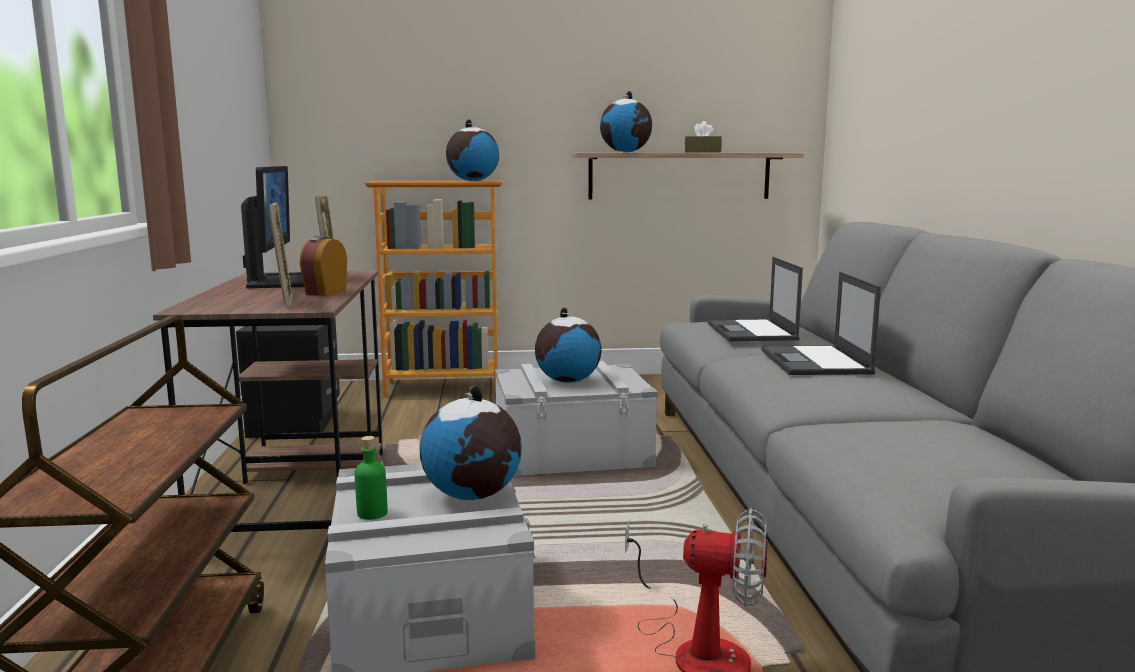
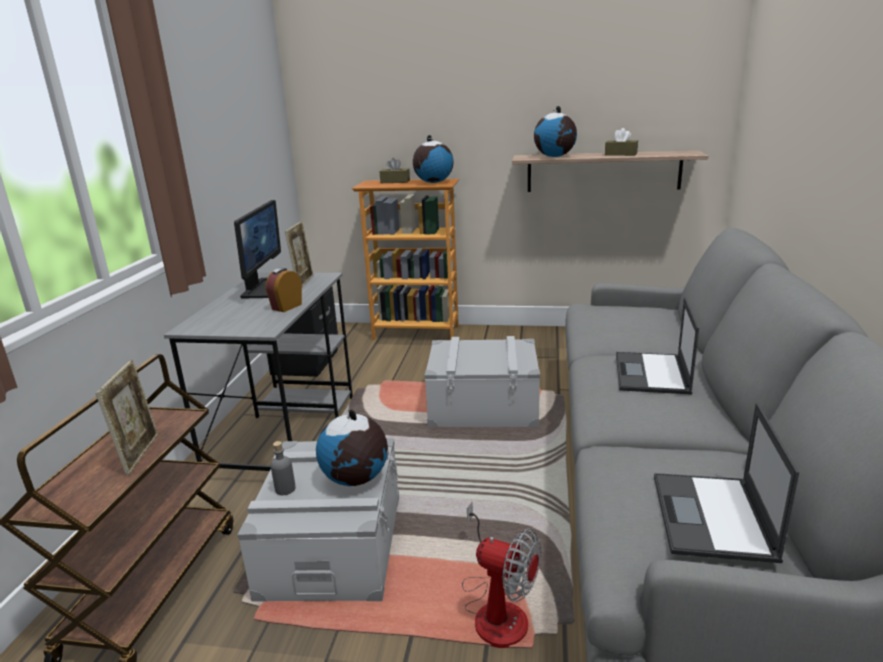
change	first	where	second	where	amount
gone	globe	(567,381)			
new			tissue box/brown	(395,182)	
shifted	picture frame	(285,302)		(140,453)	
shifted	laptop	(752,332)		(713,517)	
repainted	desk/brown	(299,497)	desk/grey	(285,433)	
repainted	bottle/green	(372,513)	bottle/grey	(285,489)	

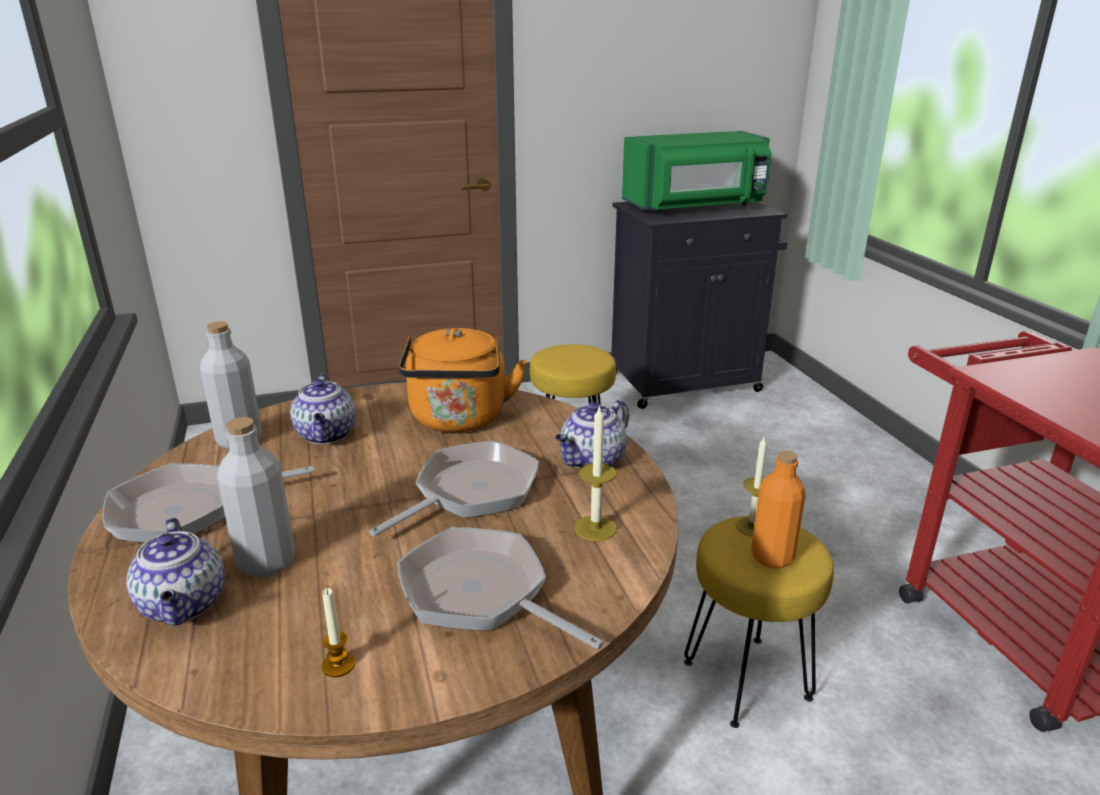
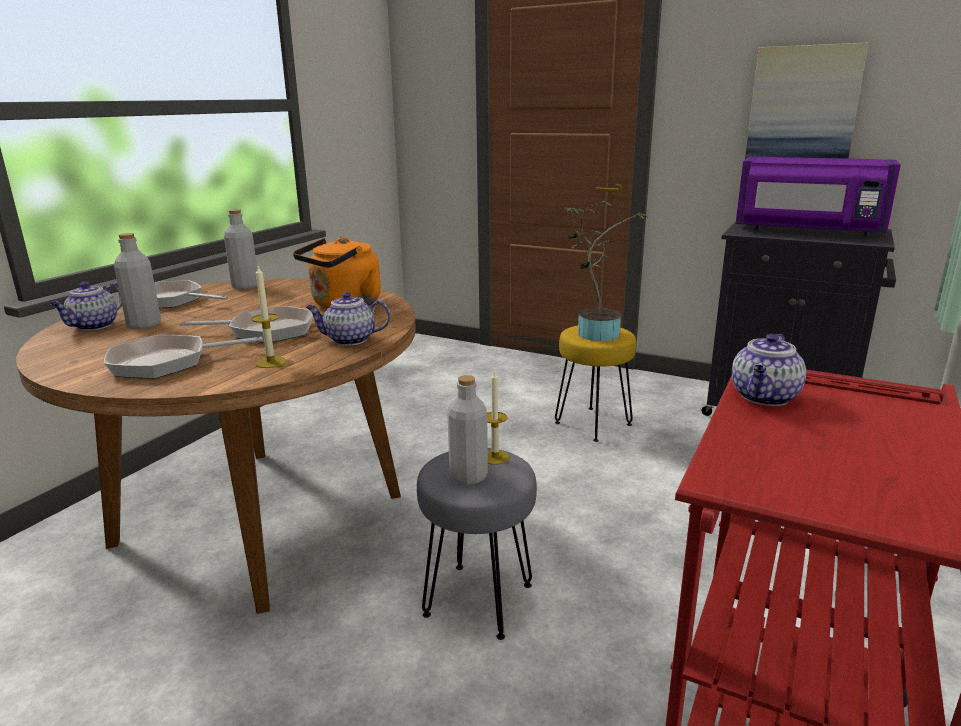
change	first	where	second	where	amount
gone	candle	(338,665)			
new			potted plant	(595,332)	
new			picture	(803,107)	
shifted	teapot	(327,435)		(765,397)	
repainted	microwave/green	(696,207)	microwave/purple	(807,231)	
repainted	stool/yellow	(748,680)	stool/grey	(479,600)	
repainted	bottle/orange	(772,557)	bottle/grey	(468,476)	
rotated	frying pan	(481,594)		(167,362)	105 degrees counterclockwise

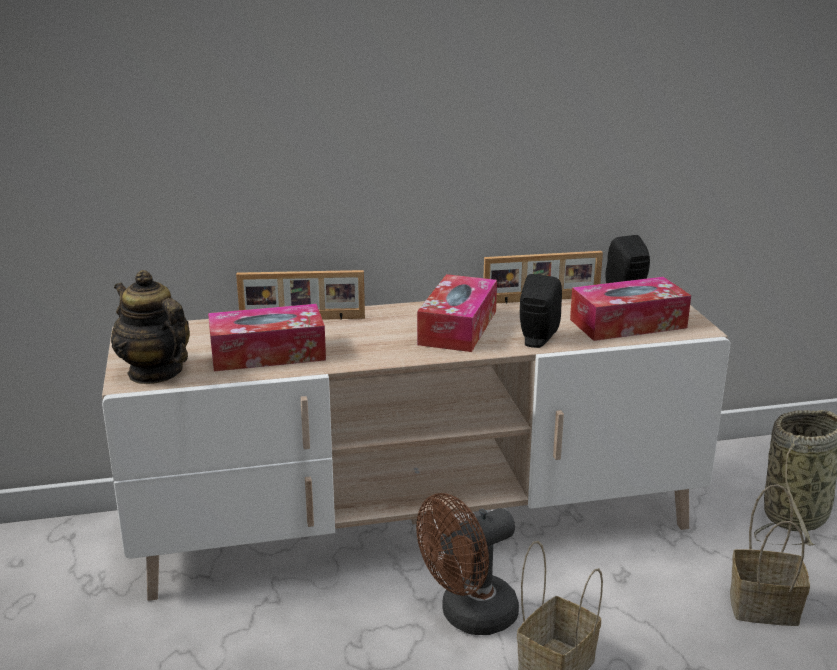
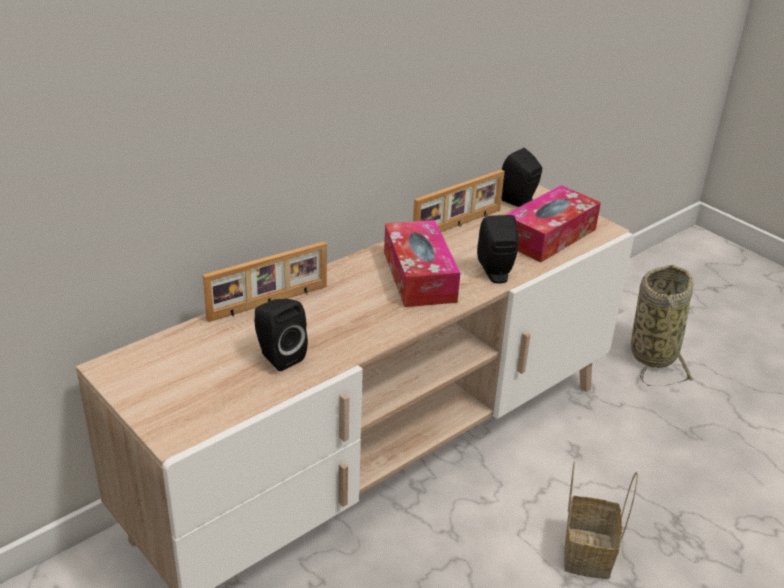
change	first	where	second	where	amount
gone	teapot	(155,372)			
gone	fan/brown	(469,617)			
gone	basket	(766,606)			
swapped	tissue box	(267,353)	speaker/black	(278,356)	

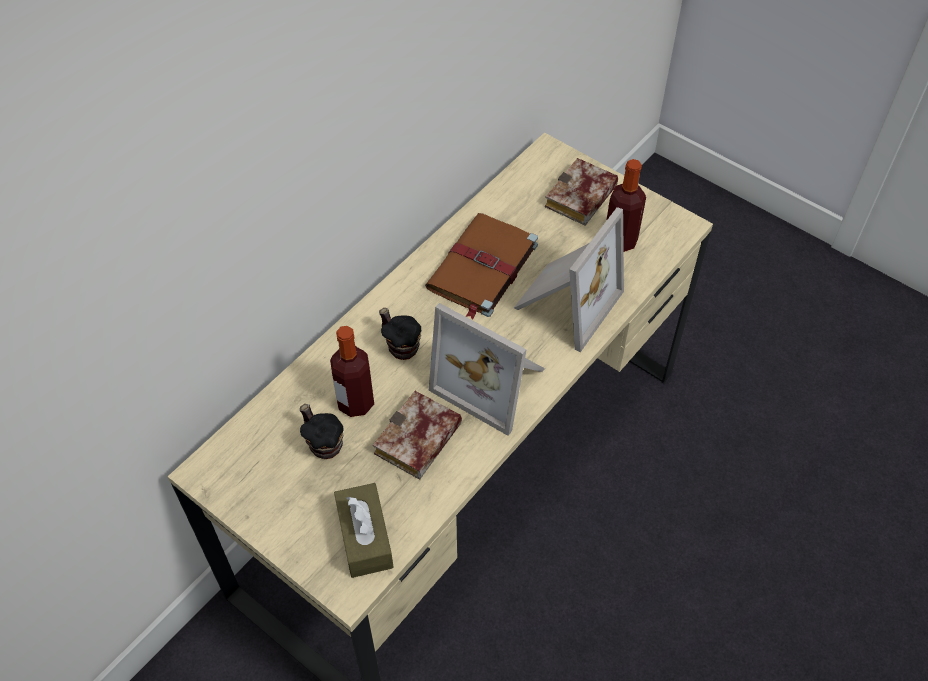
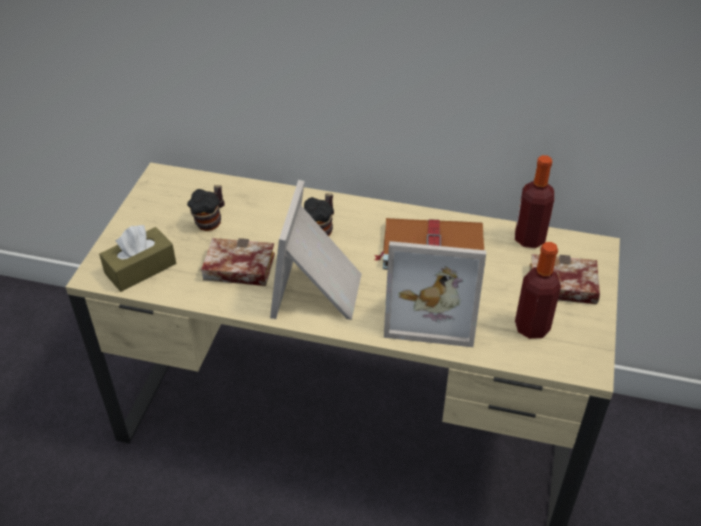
change	first	where	second	where	amount
shifted	bottle	(355,402)		(529,239)	

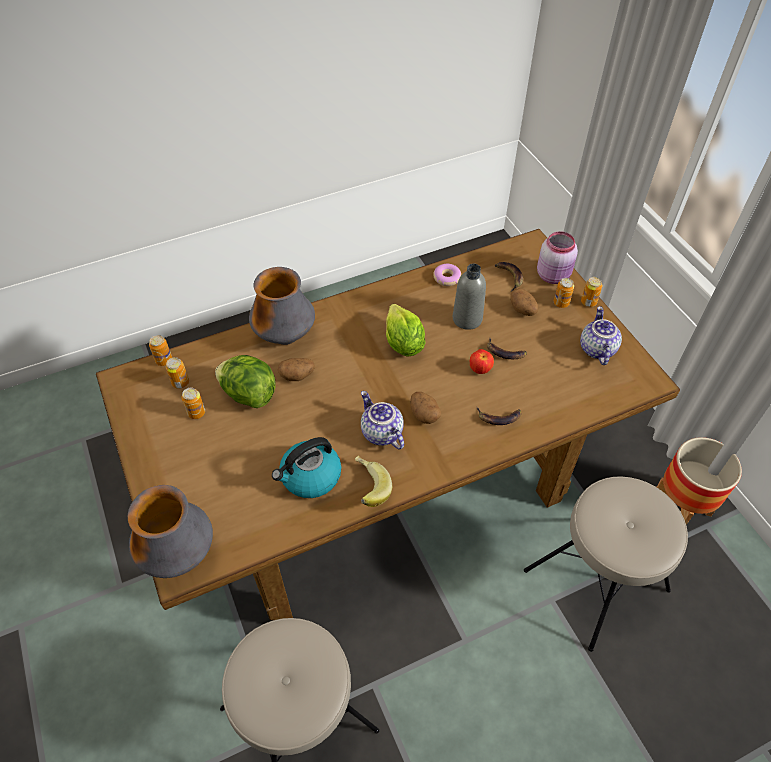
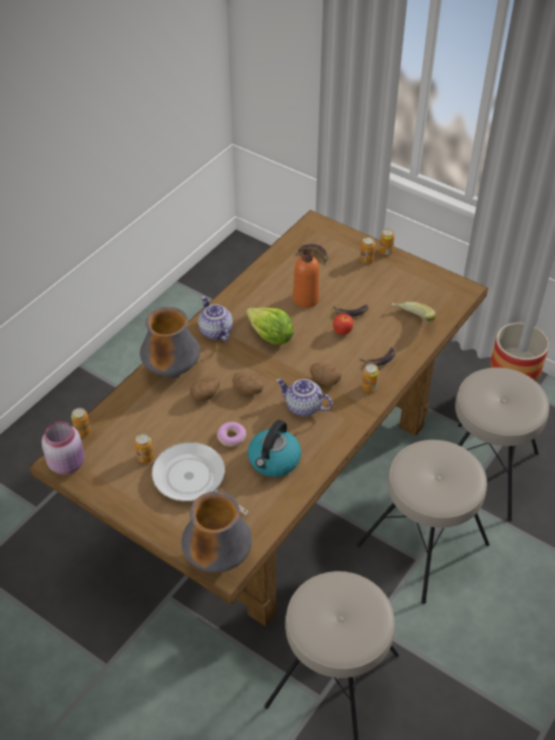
change	first	where	second	where	amount
gone	lettuce	(248,394)			
new			frying pan	(192,480)	
new			stool/beige	(424,545)	
shifted	can	(180,382)		(369,387)	
shifted	banana	(367,489)		(411,321)	
shifted	donut	(447,278)		(231,437)	
shifted	potato	(523,310)		(248,390)	
shifted	jar/pink	(554,275)		(68,463)	
shifted	teapot	(596,349)		(215,331)	
repainted	bottle/grey	(467,319)	bottle/orange	(305,299)	

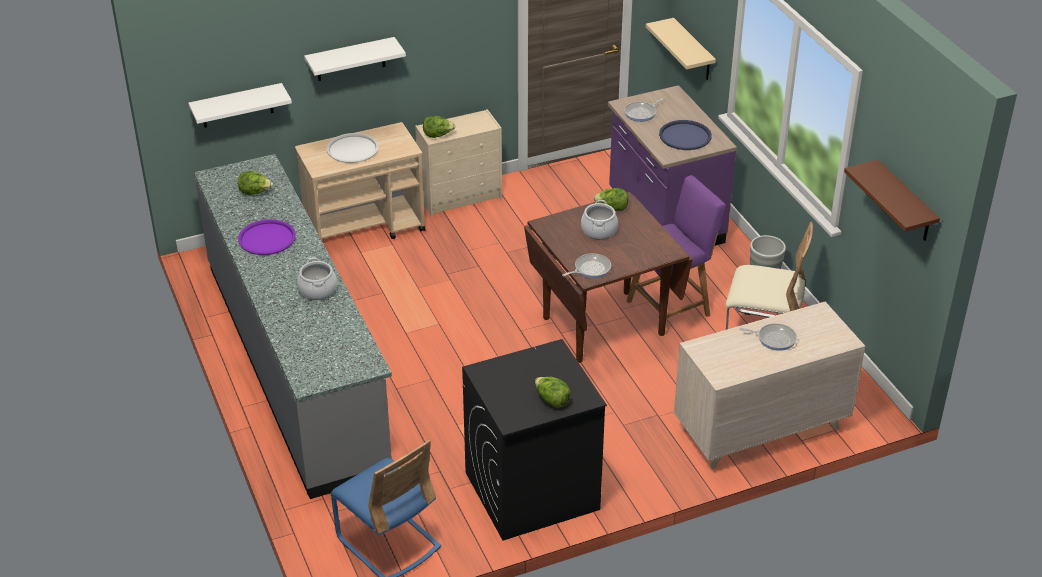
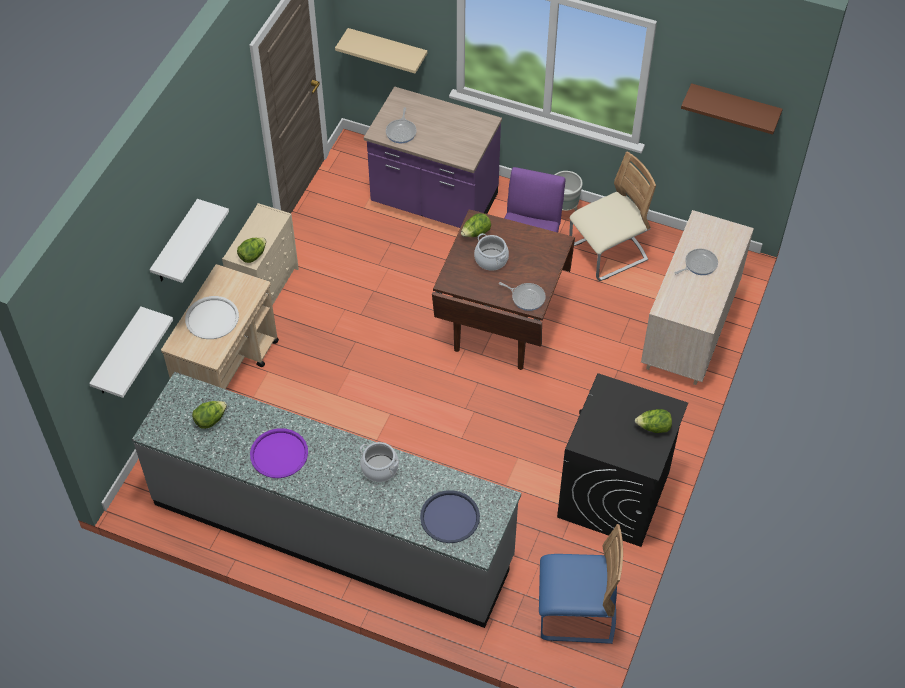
change	first	where	second	where	amount
shifted	tray/blue	(685,136)		(449,517)	
rotated	frying pan	(590,269)		(526,297)	105 degrees clockwise

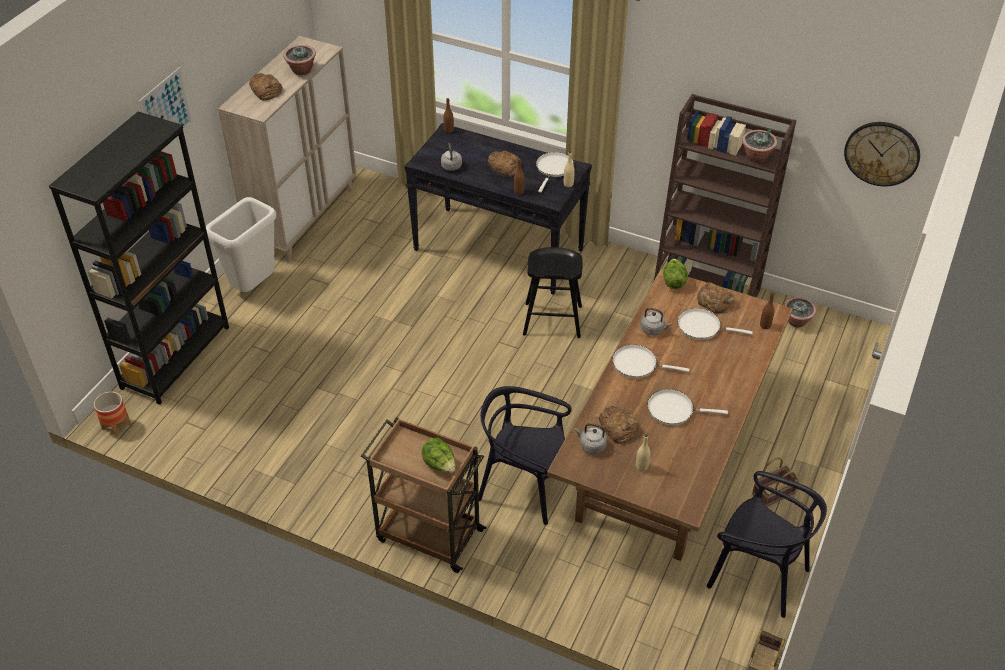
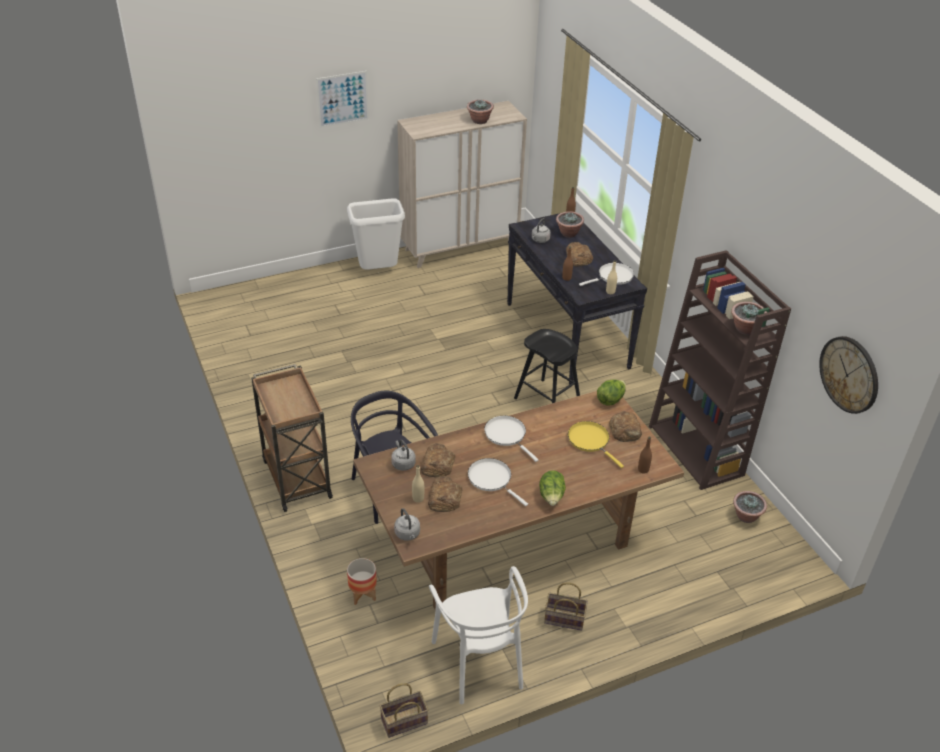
change	first	where	second	where	amount
gone	bookcase/black	(176,357)			
new			potted plant	(568,233)	
shifted	planter	(116,426)		(363,594)	
shifted	bread	(266,90)		(444,498)	
shifted	lettuce	(440,465)		(551,497)	
shifted	kettle/grey	(653,329)		(408,534)	
repainted	frying pan/white	(702,327)	frying pan/yellow	(590,441)	
repainted	chair/black	(758,574)	chair/white	(479,662)	

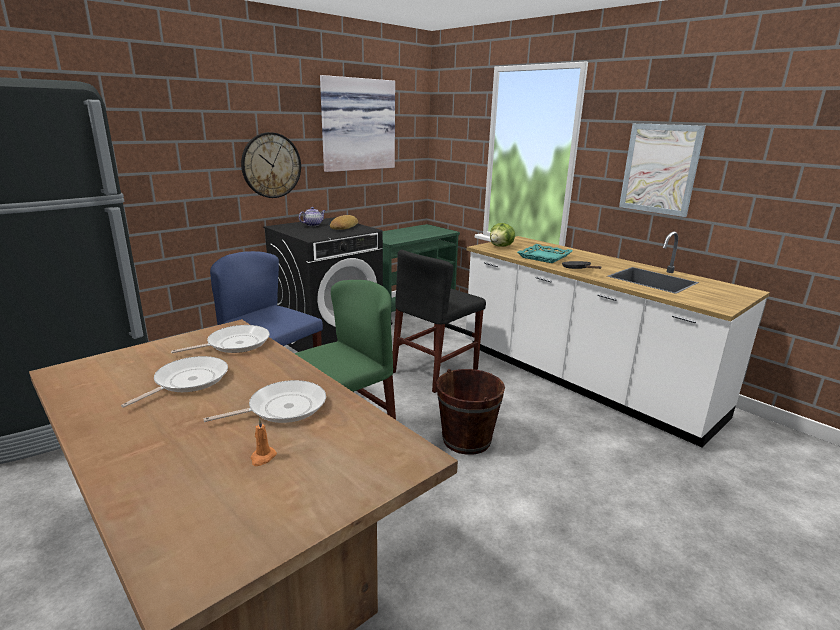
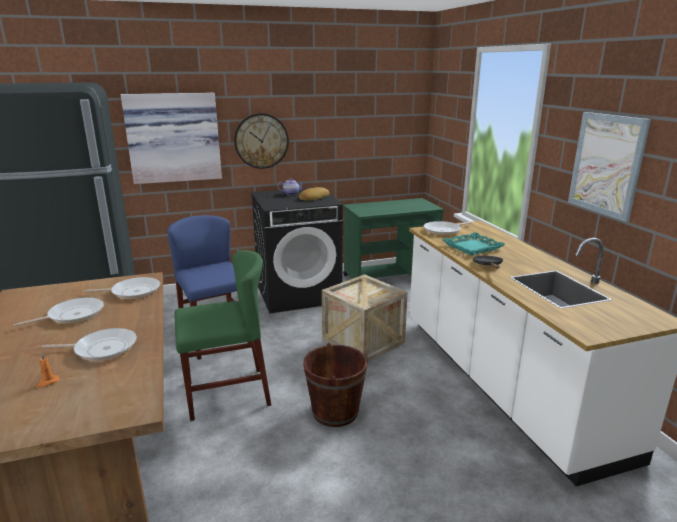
change	first	where	second	where	amount
shifted	picture	(357,125)		(173,137)	
swapped	chair/black	(435,370)	crate	(363,341)	
swapped	lettuce	(501,246)	frying pan	(444,231)	

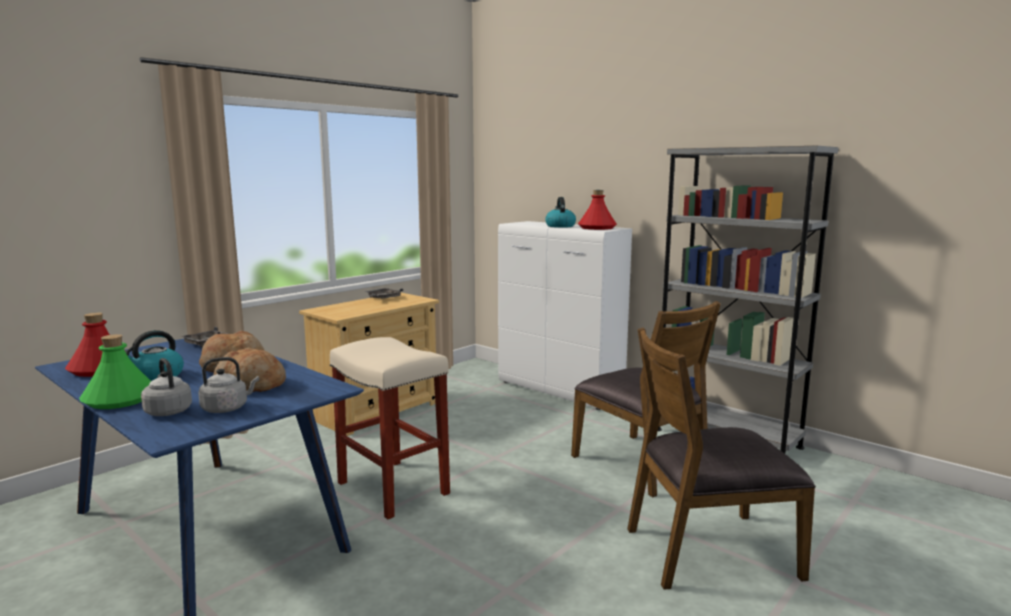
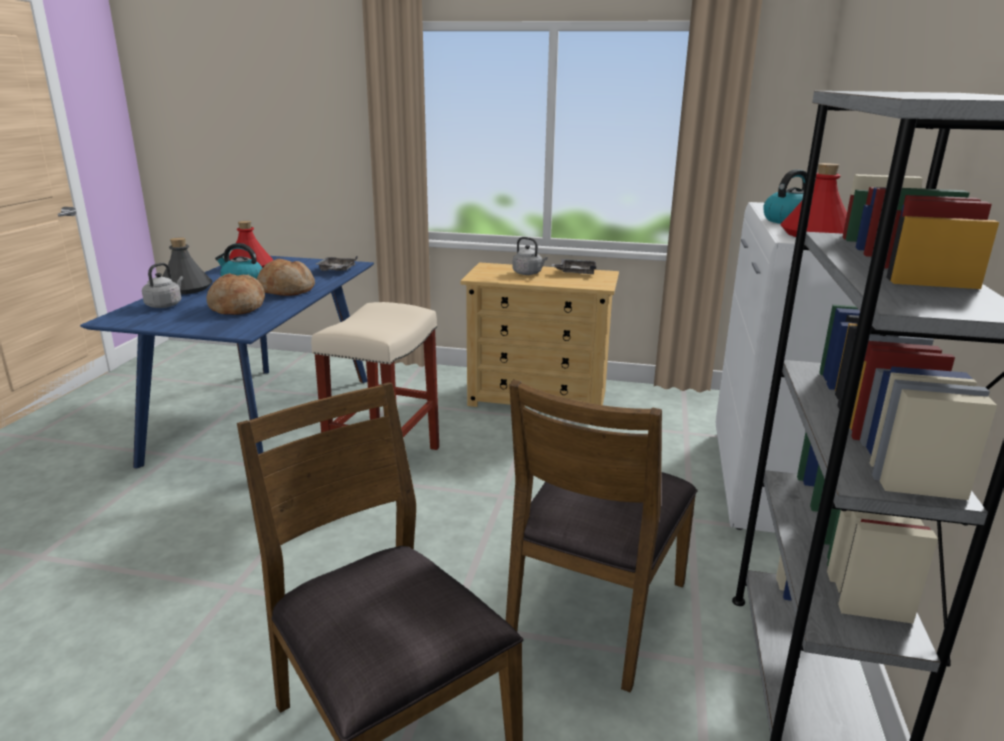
change	first	where	second	where	amount
shifted	kettle/grey	(227,408)		(528,273)	
repainted	bottle/green	(120,399)	bottle/grey	(186,288)	

